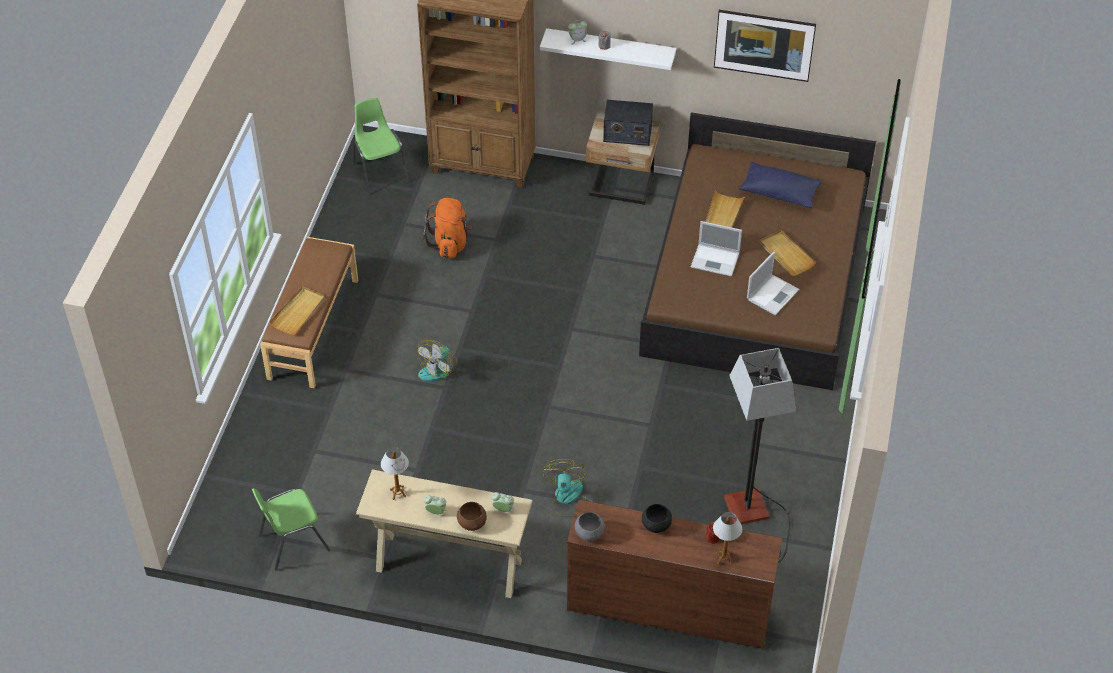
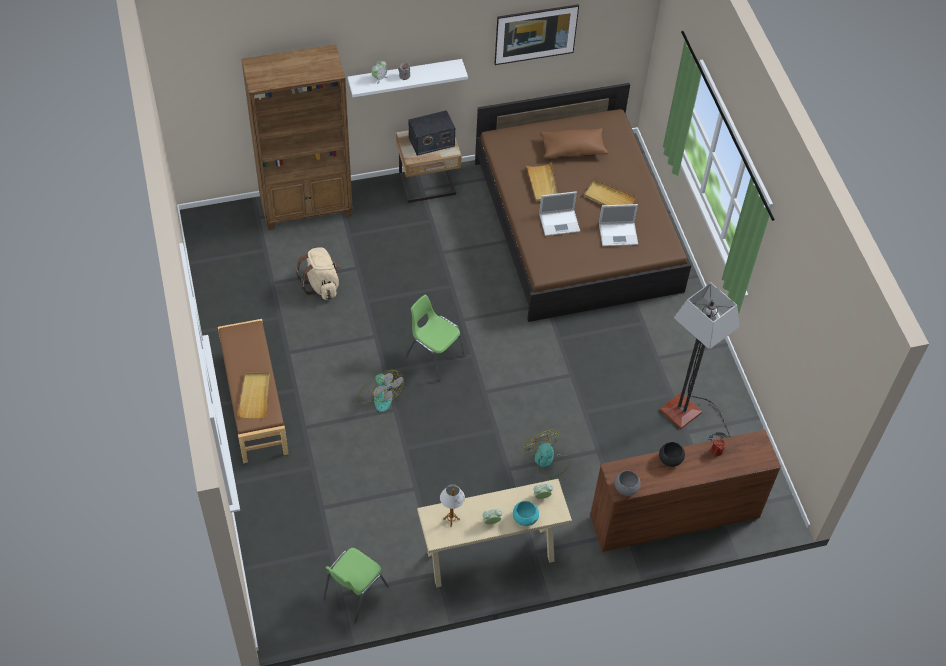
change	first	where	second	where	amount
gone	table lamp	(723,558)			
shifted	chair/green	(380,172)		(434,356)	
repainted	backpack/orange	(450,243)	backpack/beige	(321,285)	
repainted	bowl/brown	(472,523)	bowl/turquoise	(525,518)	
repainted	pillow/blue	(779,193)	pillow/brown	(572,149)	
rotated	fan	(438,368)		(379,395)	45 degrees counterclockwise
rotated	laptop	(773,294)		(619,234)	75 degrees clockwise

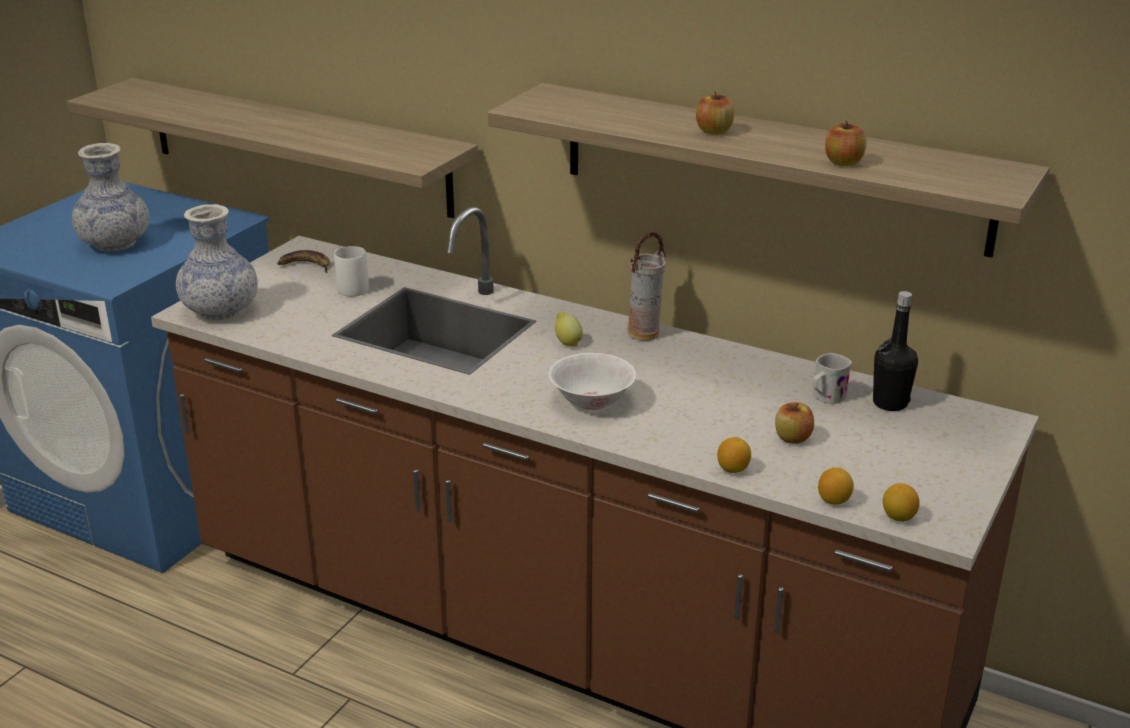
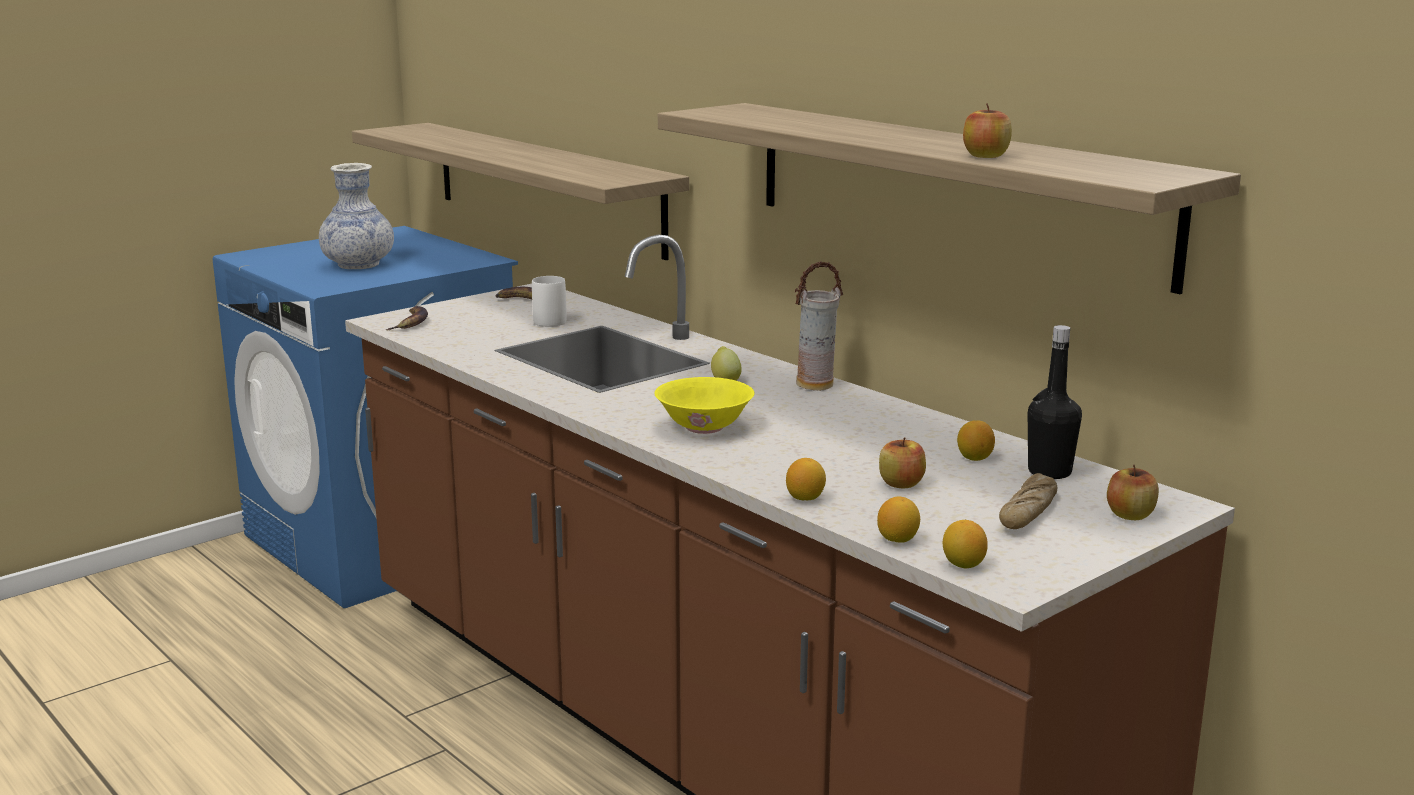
change	first	where	second	where	amount
new			bread	(1028,512)	
shifted	apple	(714,131)		(1130,515)	
swapped	vase	(220,311)	banana	(410,323)	
swapped	mug/white	(826,398)	lemon	(974,458)	
repainted	bowl/white	(592,401)	bowl/yellow	(705,427)	

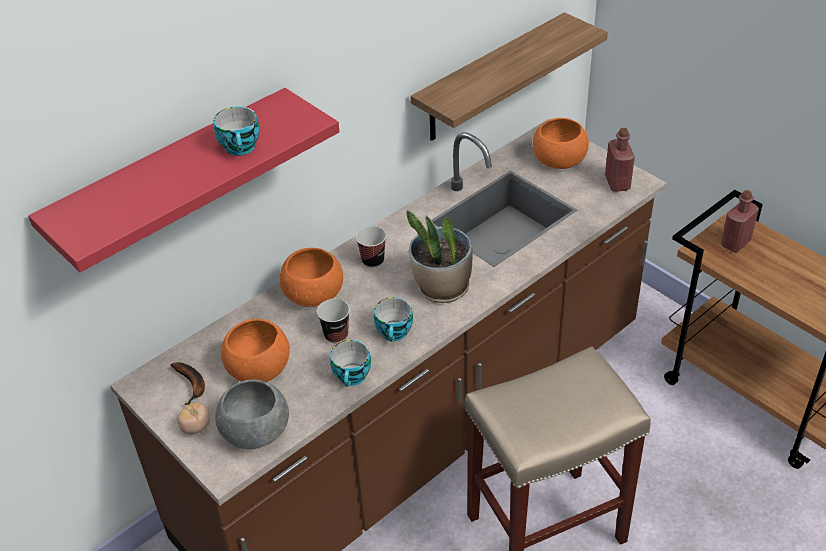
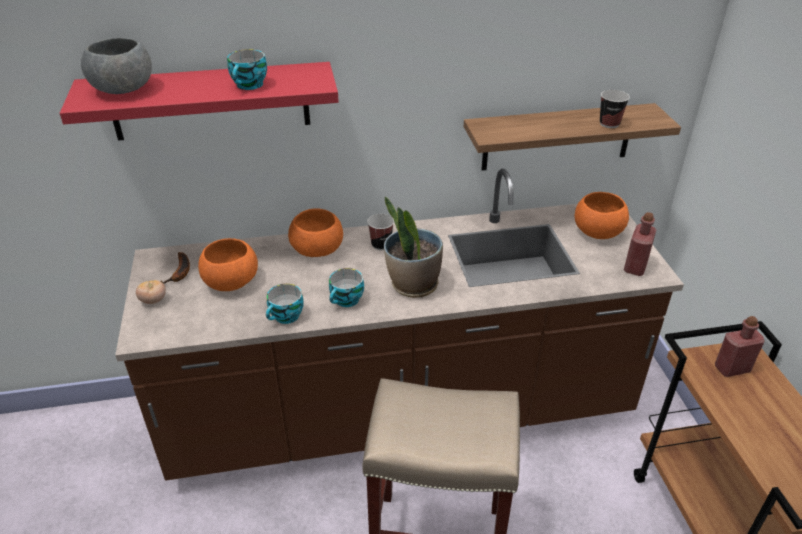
change	first	where	second	where	amount
shifted	bowl/grey	(255,431)		(123,89)	
shifted	cup	(336,335)		(609,124)	

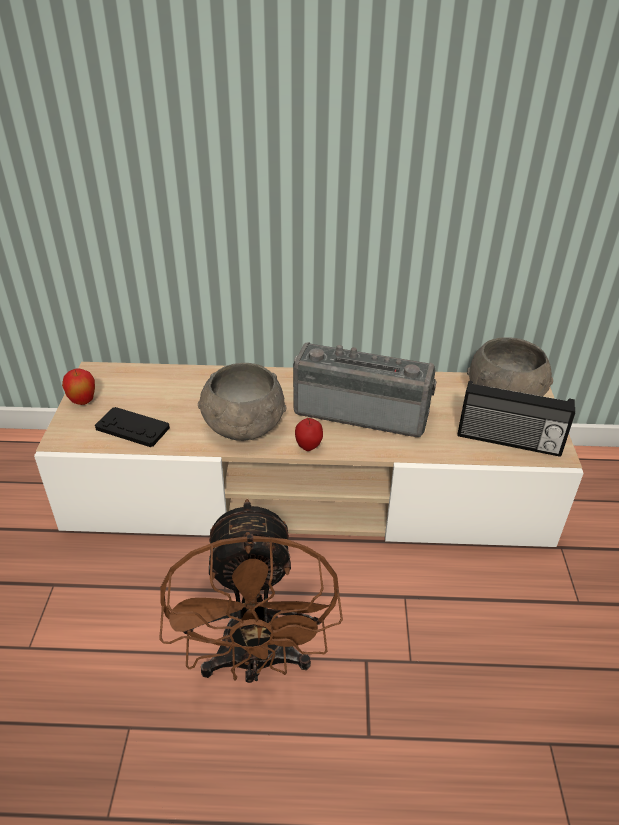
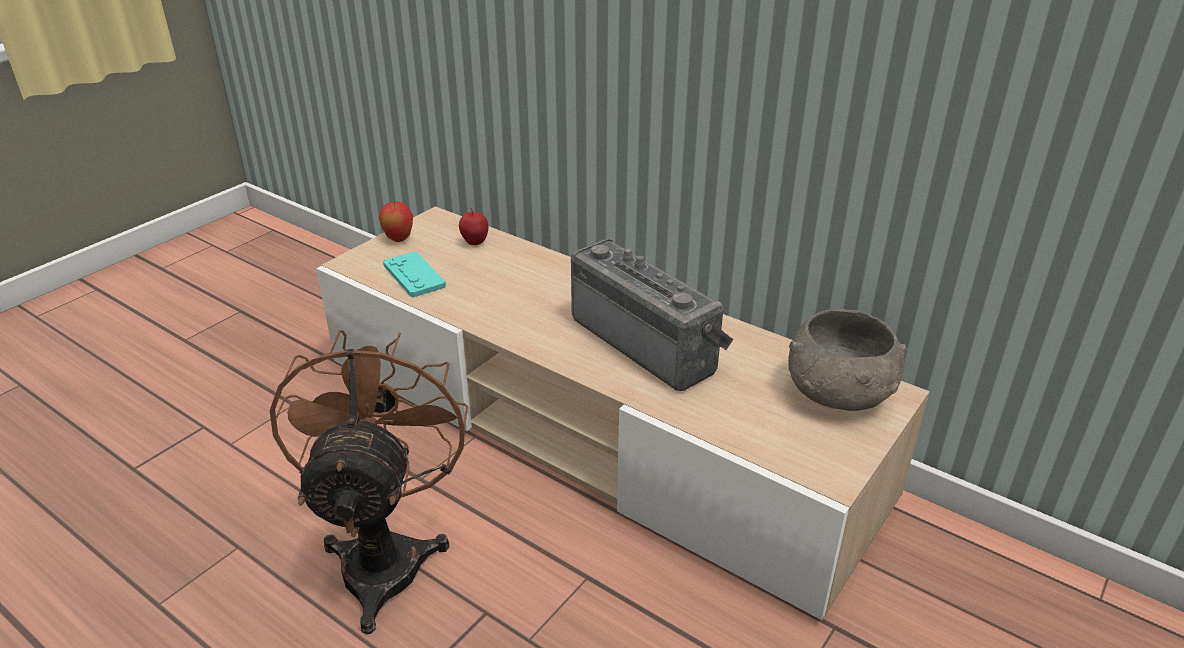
change	first	where	second	where	amount
gone	bowl/grey	(243,427)			
gone	radio	(508,441)			
shifted	apple	(308,447)		(475,243)	
repainted	game controller/black	(132,428)	game controller/turquoise	(414,276)	
rotated	fan/brown	(255,662)		(385,554)	150 degrees clockwise

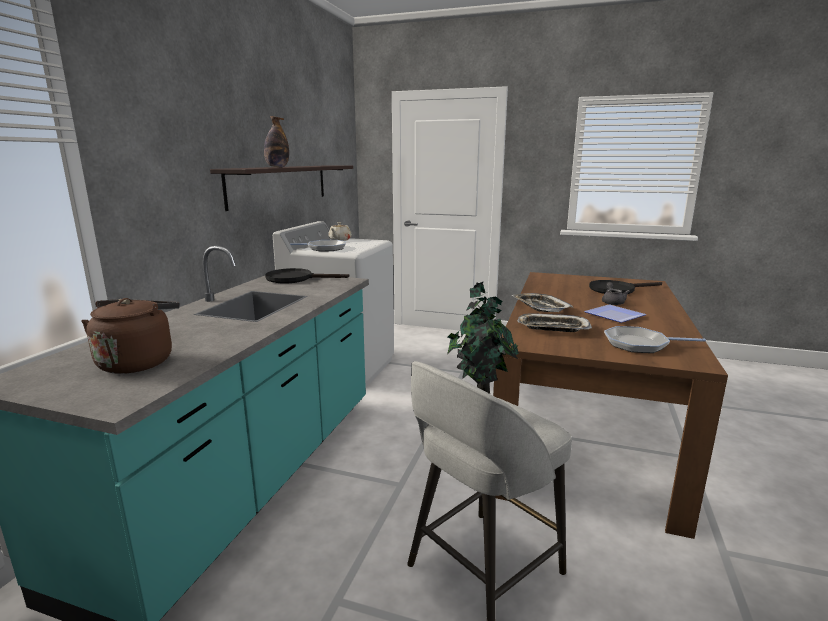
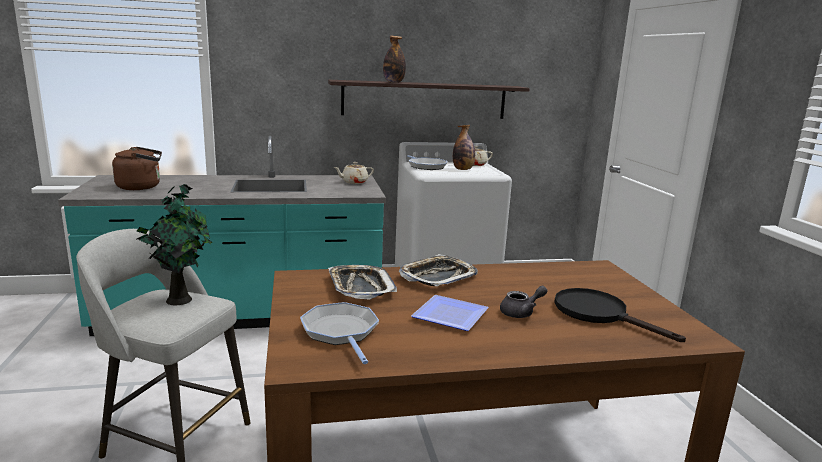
change	first	where	second	where	amount
new			bottle	(463,169)	
swapped	frying pan/black	(296,279)	teapot/beige	(354,182)	

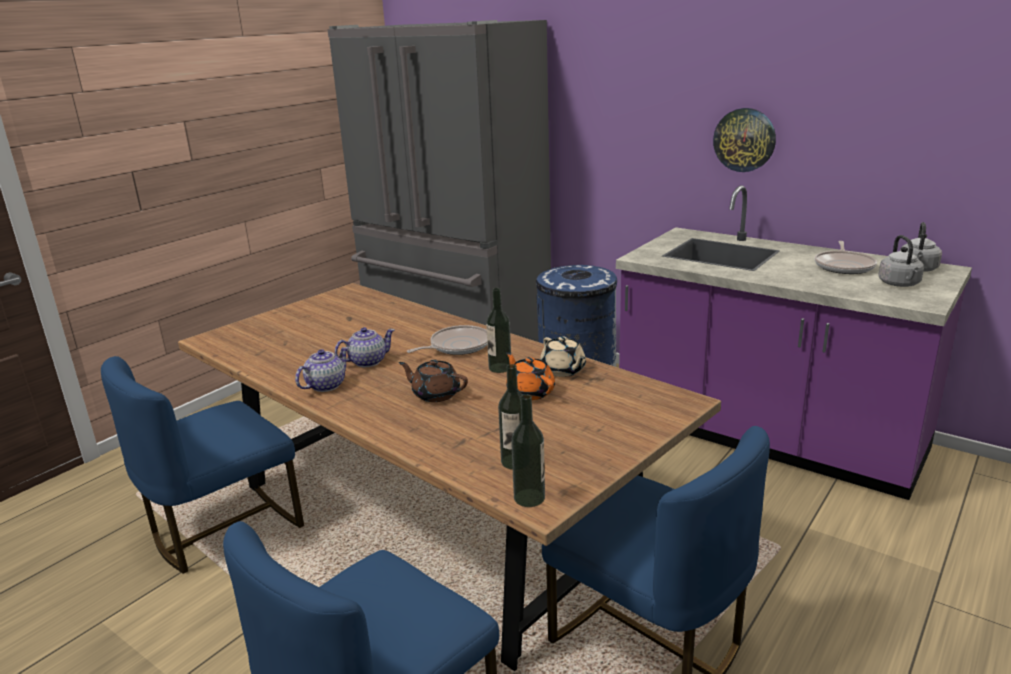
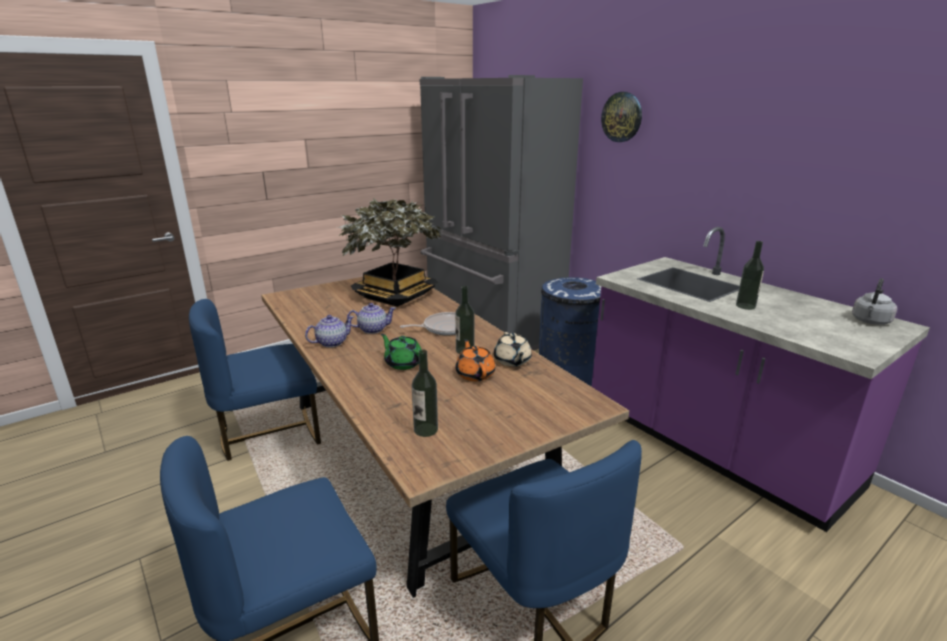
change	first	where	second	where	amount
gone	frying pan	(844,266)			
gone	kettle/grey	(900,284)			
new			potted plant	(395,296)	
shifted	bottle	(529,498)		(745,306)	
shifted	wall clock	(744,140)		(622,117)	
repainted	teapot/brown	(435,394)	teapot/green	(403,363)	

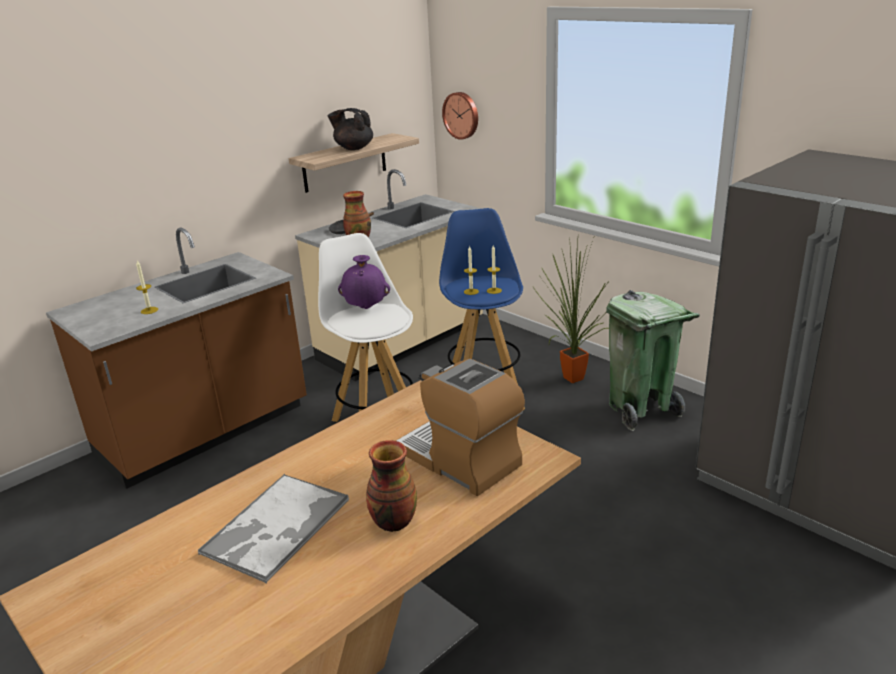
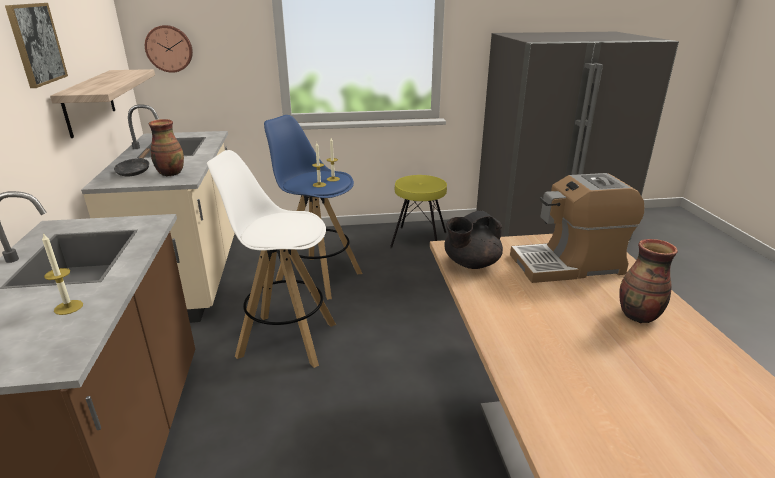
change	first	where	second	where	amount
gone	tray	(276,527)			
gone	vase/purple	(366,308)			
gone	potted plant	(570,379)			
new			picture	(36,44)	
shifted	teapot/black	(353,148)		(470,264)	
swapped	trash can/green	(640,409)	stool/yellow	(419,240)	

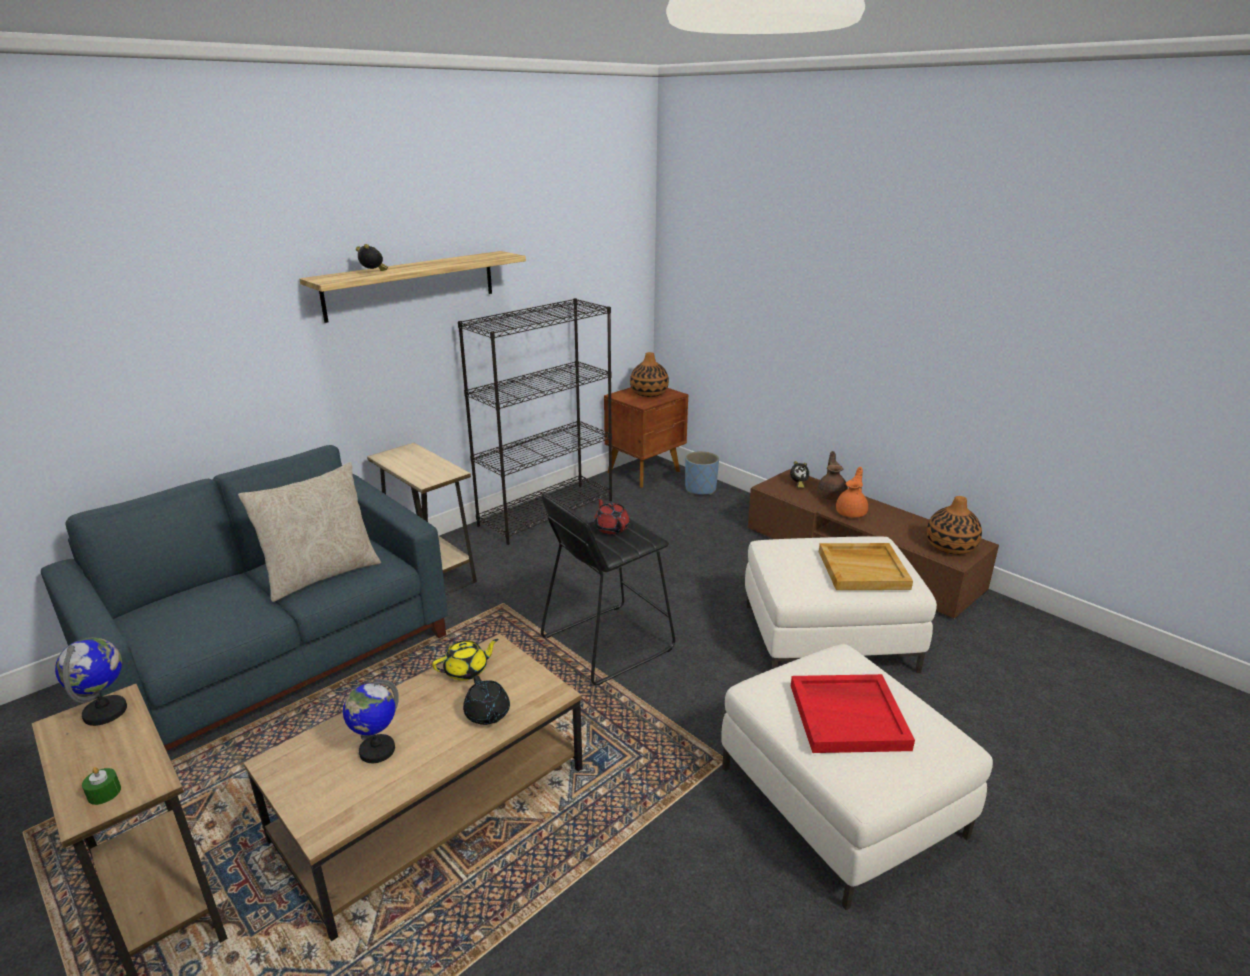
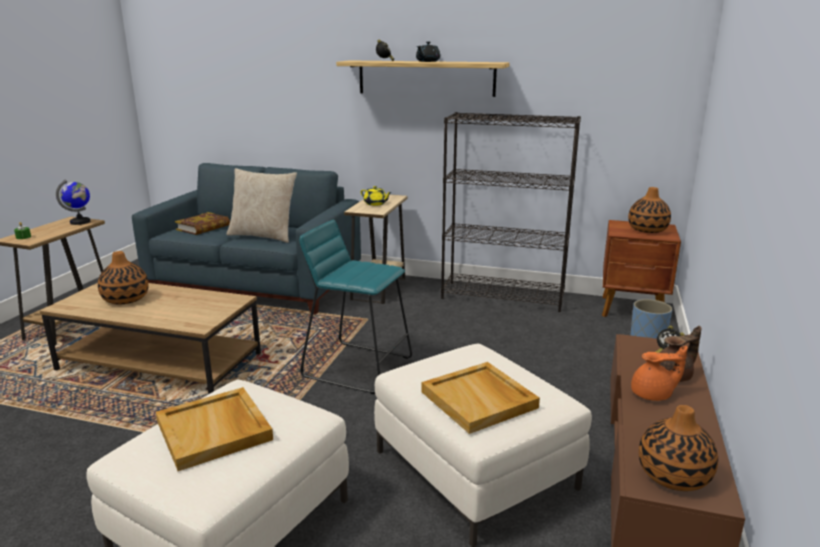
change	first	where	second	where	amount
gone	teapot/red	(611,528)			
new			book	(203,227)	
shifted	teapot/yellow	(467,670)		(375,204)	
shifted	teapot/black	(487,714)		(427,61)	
swapped	globe	(376,750)	vase	(125,299)	
repainted	stool/black	(607,643)	stool/turquoise	(358,367)	
repainted	tray/red	(849,716)	tray/beige	(215,431)	

